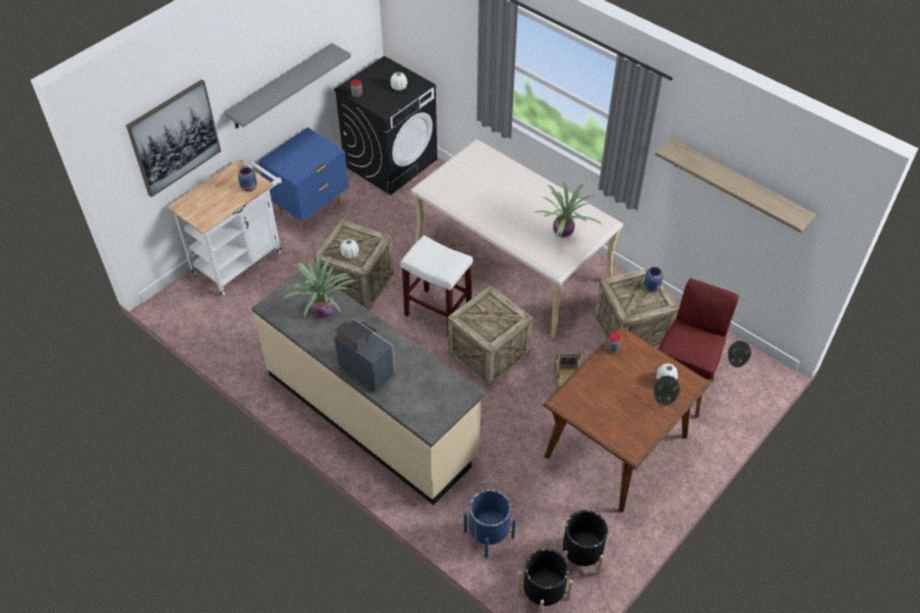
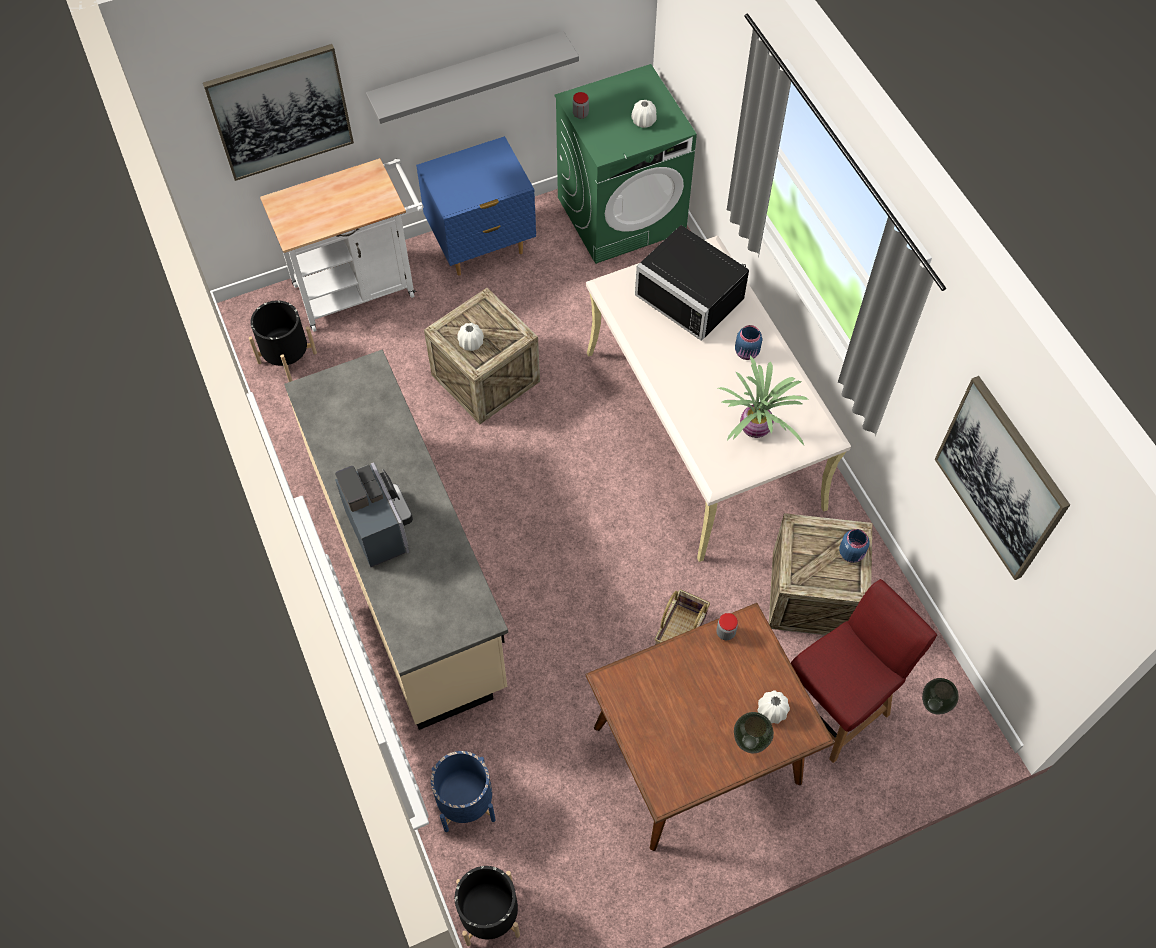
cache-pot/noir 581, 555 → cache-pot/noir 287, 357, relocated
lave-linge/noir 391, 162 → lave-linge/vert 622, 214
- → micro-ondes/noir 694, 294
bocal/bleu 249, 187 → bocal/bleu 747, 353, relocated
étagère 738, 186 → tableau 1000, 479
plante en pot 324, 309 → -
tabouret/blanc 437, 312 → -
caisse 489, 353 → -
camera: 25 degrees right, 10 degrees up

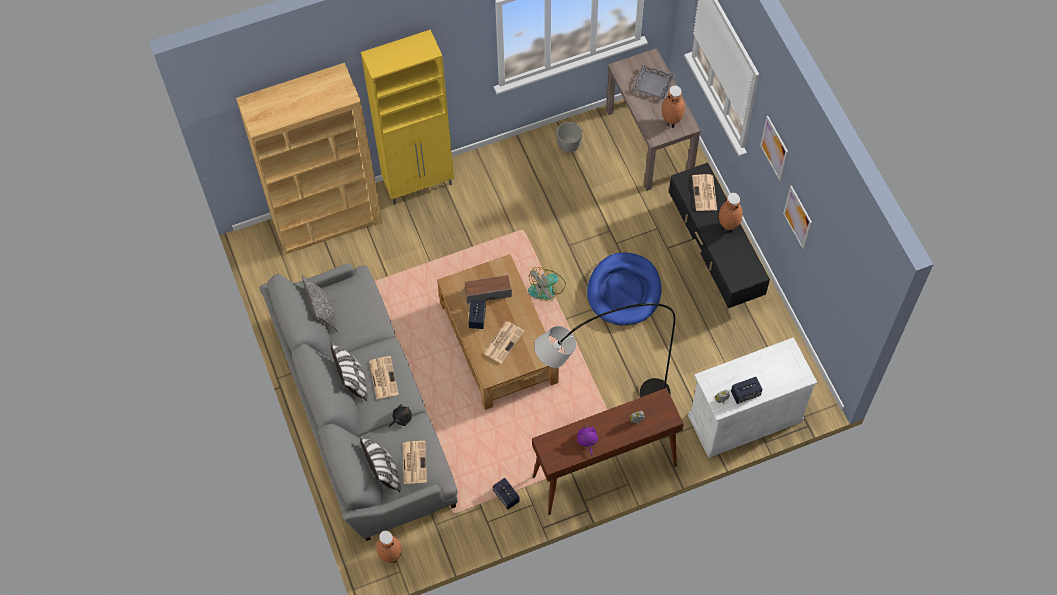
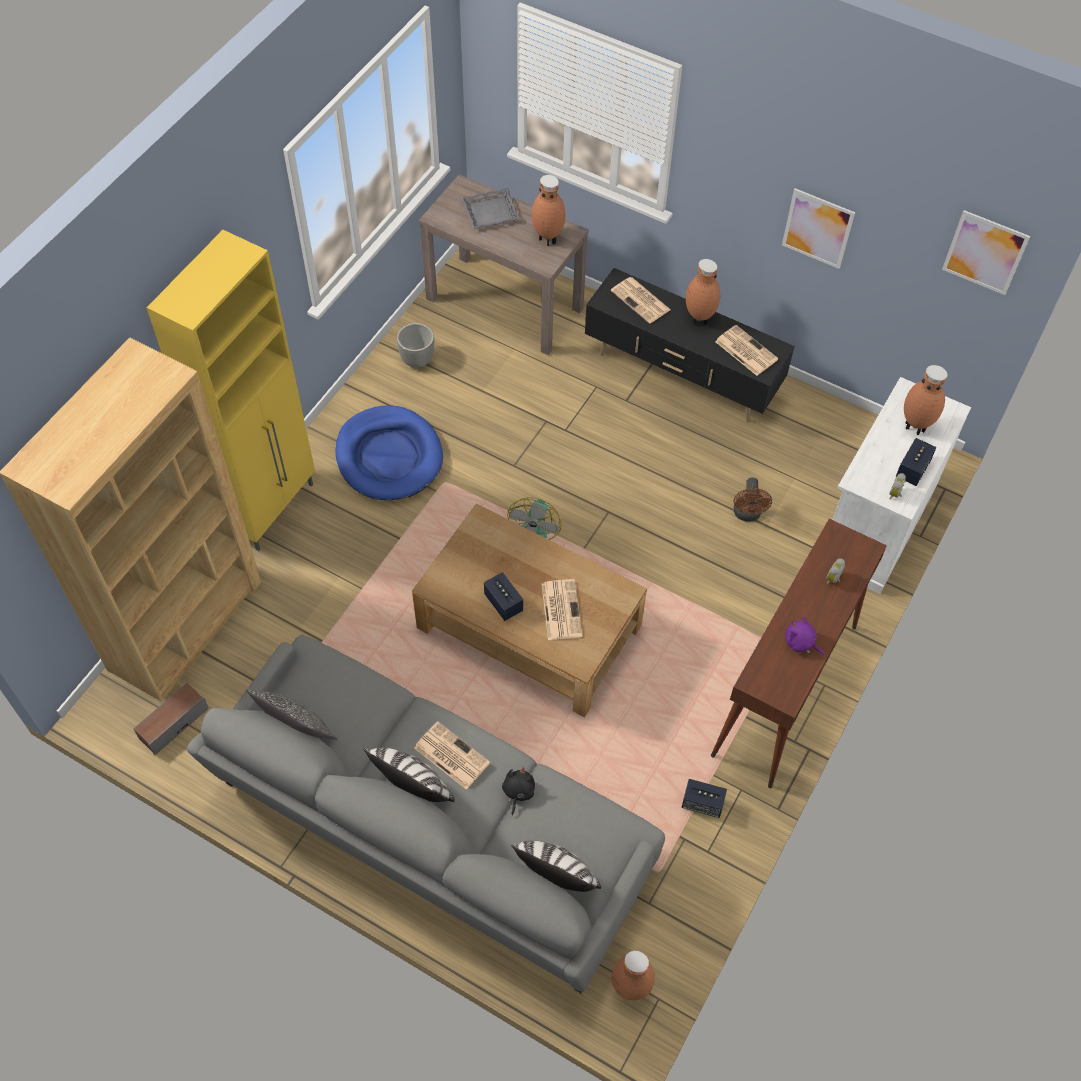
enceinte 488, 292 → enceinte 173, 723, relocated
panier pour chien/bleu 624, 291 → panier pour chien/bleu 389, 456, relocated
journal 414, 462 → journal 745, 350, relocated
- → ventilateur/marron 747, 514
- → vase/marron 915, 426
tableau 774, 148 → tableau 985, 252, relocated
lampadaire/gris 599, 408 → -
camera: 40 degrees left, 5 degrees down

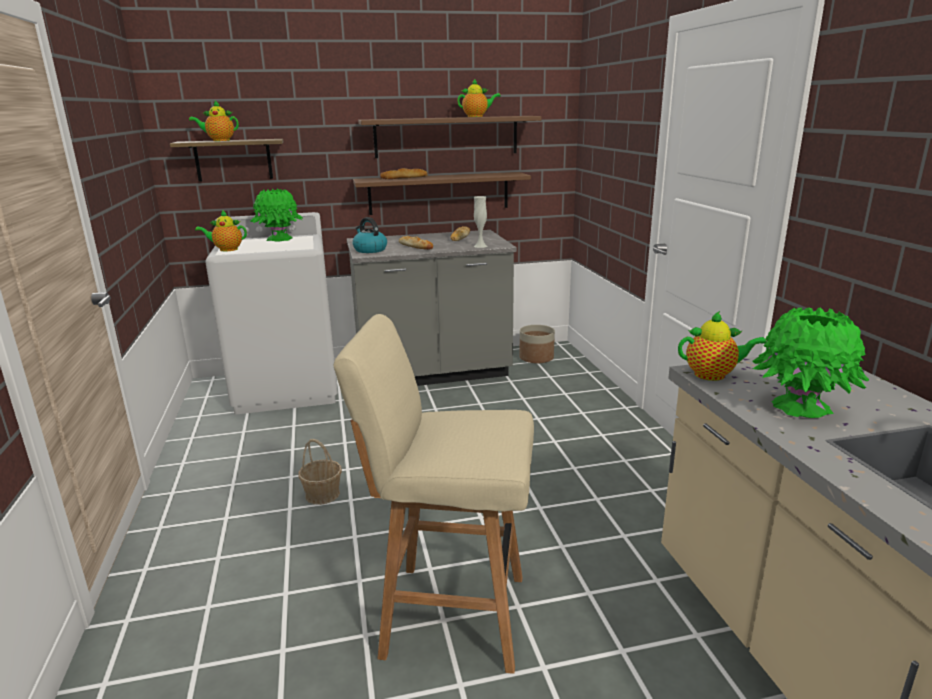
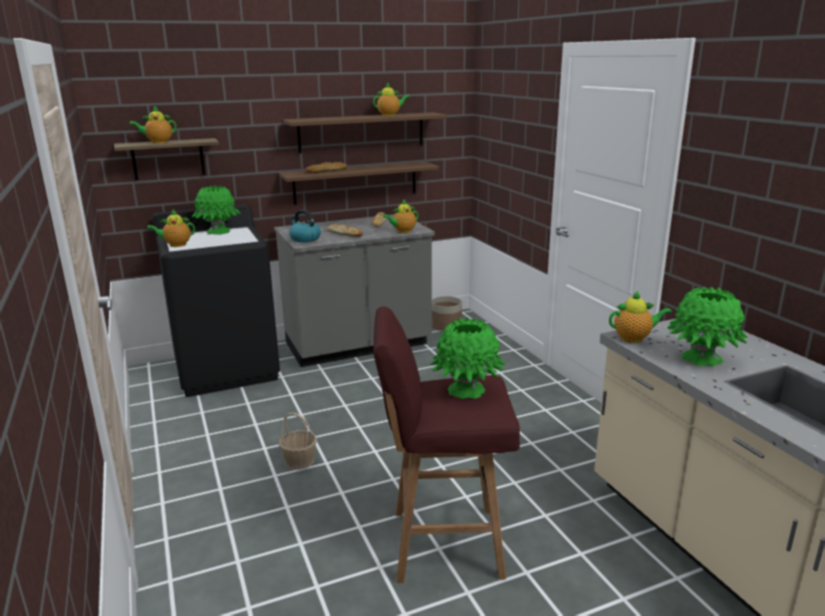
lave-linge/blanc 288, 388 → lave-linge/noir 227, 369
tabouret/beige 450, 614 → tabouret/rouge 443, 543
vase/blanc 480, 246 → théière 402, 231
- → vase/vert 467, 390
camera: 10 degrees left, 0 degrees up

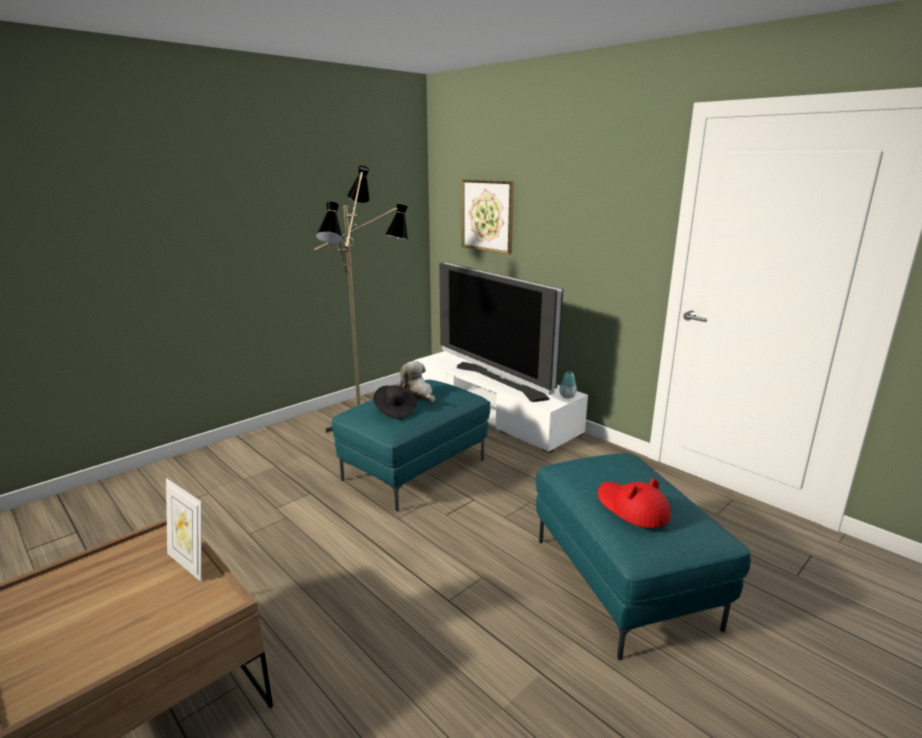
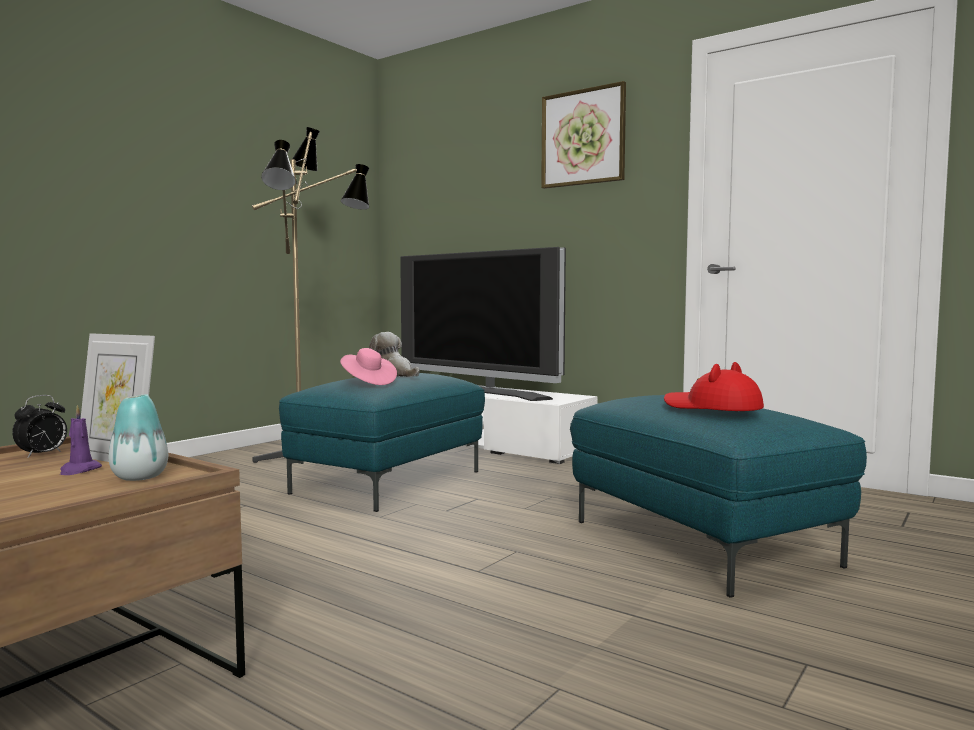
- → réveil 42, 455
- → bougie/violet 79, 470
vase 567, 396 → vase 139, 477, relocated
chapeau/noir 394, 411 → chapeau/rose 368, 382
tableau 487, 216 → tableau 583, 137, relocated
camera: 10 degrees left, 15 degrees down

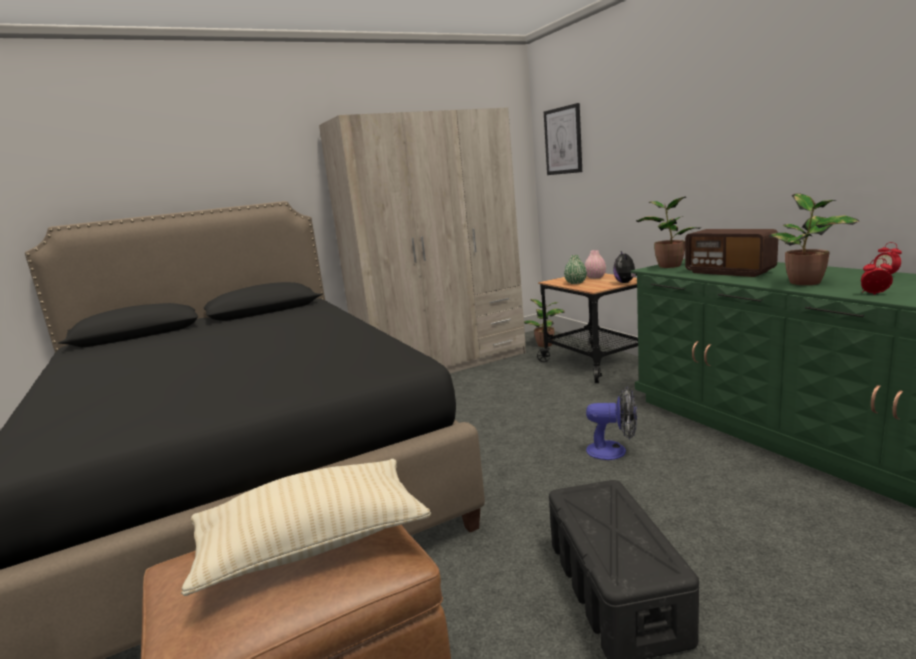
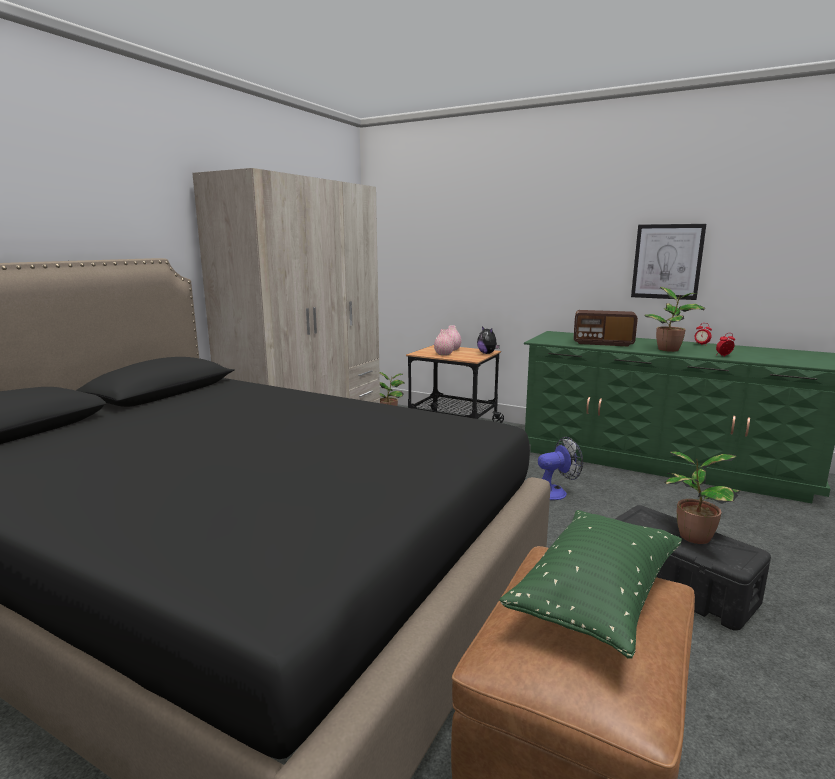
vase/vert 575, 283 → vase/rose 443, 354
coussin/beige 312, 544 → coussin/vert 596, 596
tableau 563, 140 → tableau 667, 261, relocated
plante en pot 668, 266 → plante en pot 692, 536, relocated
camera: 35 degrees left, 0 degrees up

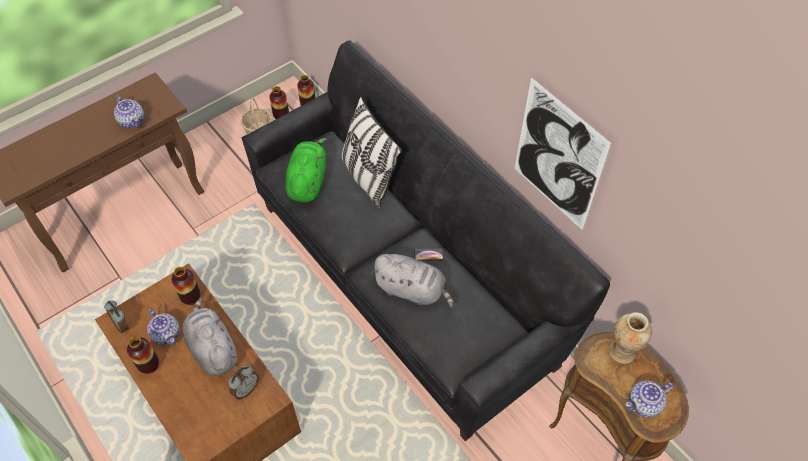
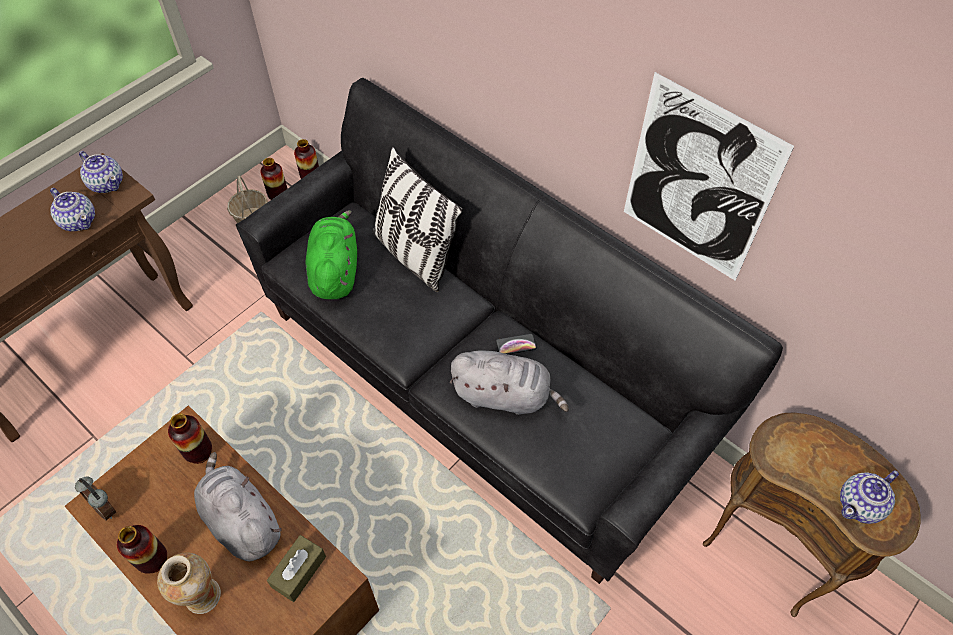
théière 166, 333 → théière 107, 183, relocated
vase 622, 352 → vase 202, 596, relocated
réveil 246, 389 → boîte à mouchoirs/marron 299, 571
camera: 10 degrees left, 0 degrees up

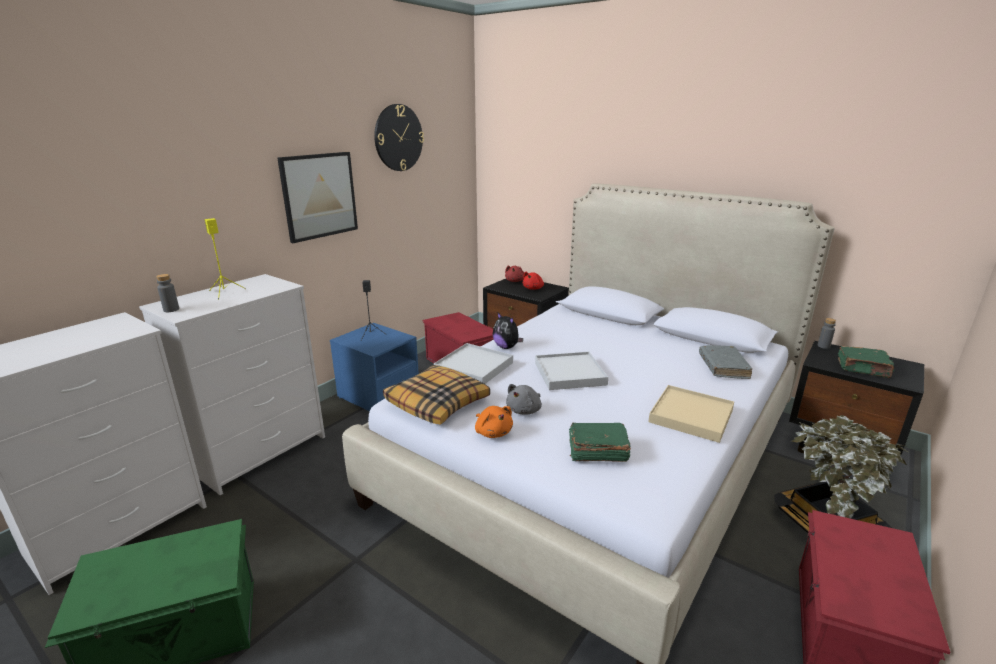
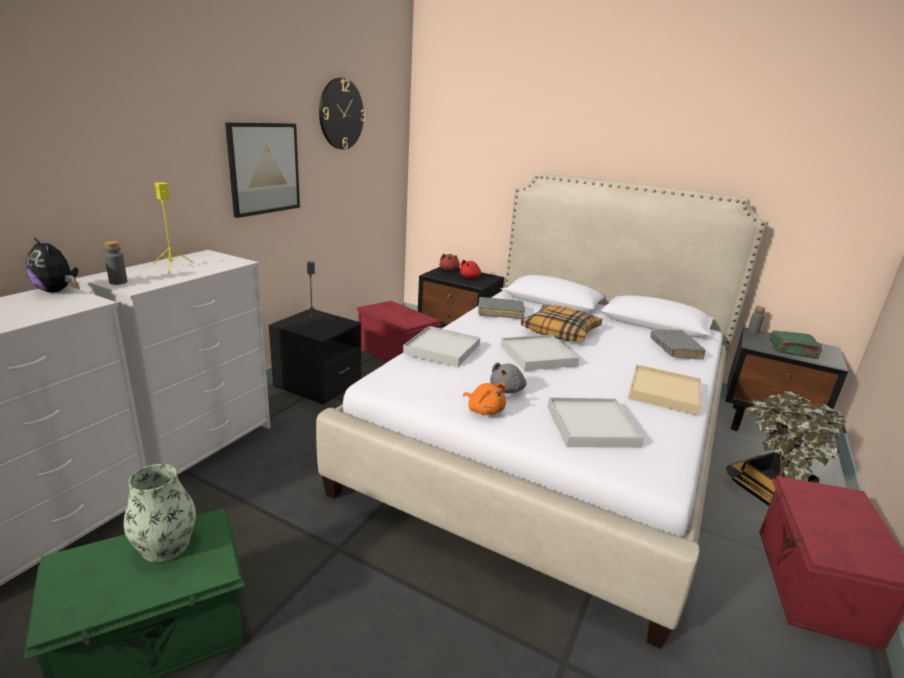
peluche 506, 347 → peluche 57, 291, relocated
- → vase 166, 546
table de chevet/bleu 378, 395 → table de chevet/noir 317, 384
- → livre/gris 500, 313
coussin 437, 403 → coussin 560, 331, relocated
livre/vert 596, 452 → plateau/blanc 591, 426
camera: 10 degrees left, 0 degrees up

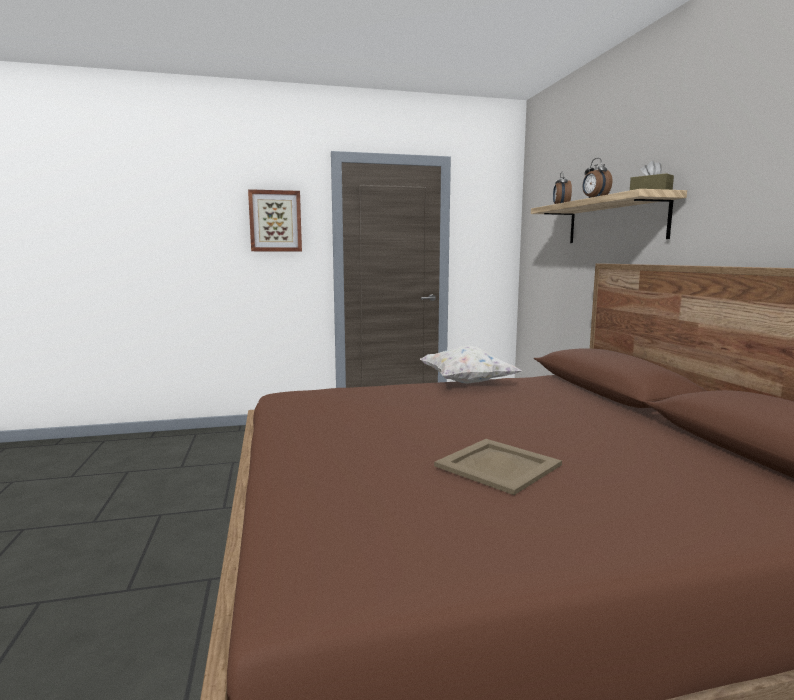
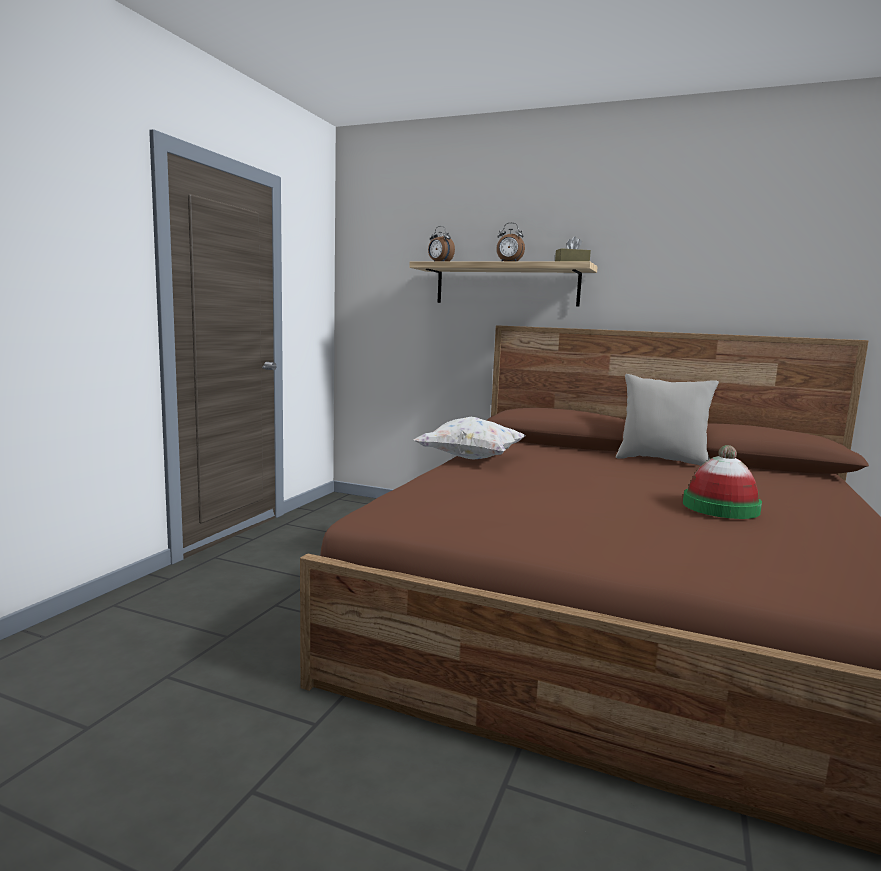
- → coussin/gris 662, 460
plateau/beige 498, 466 → chapeau 720, 507
tableau 275, 221 → -
camera: 55 degrees left, 0 degrees up

